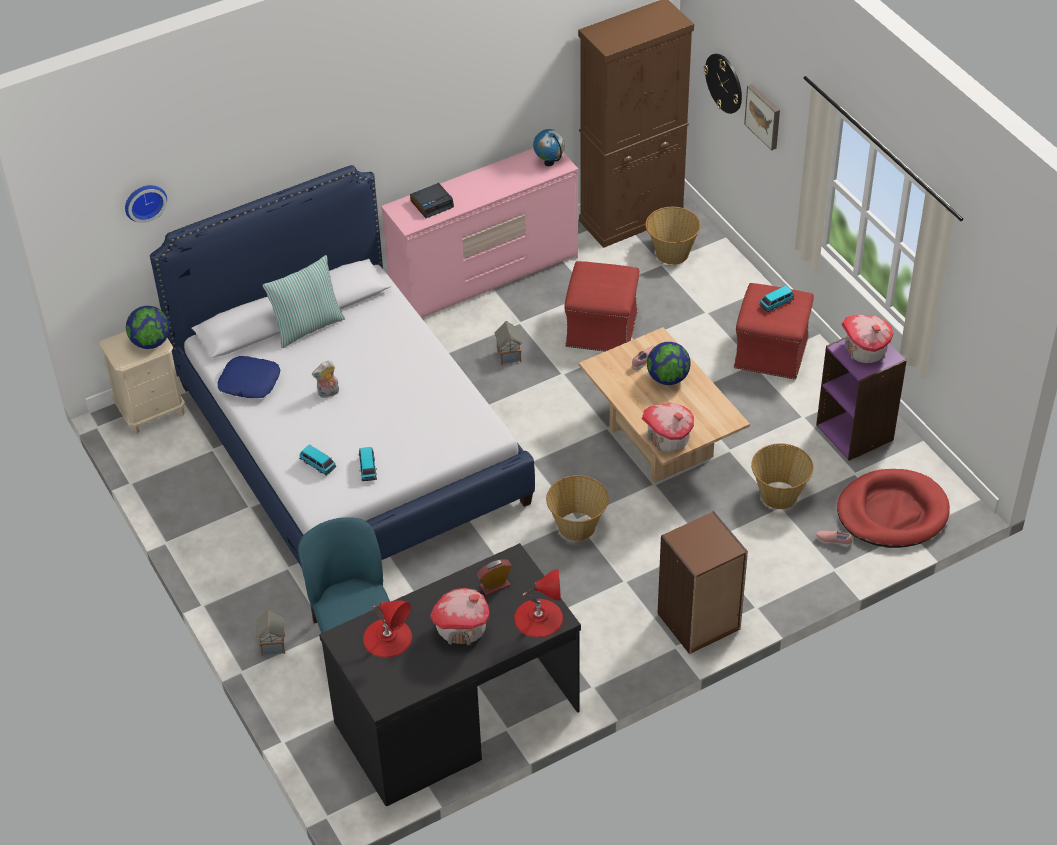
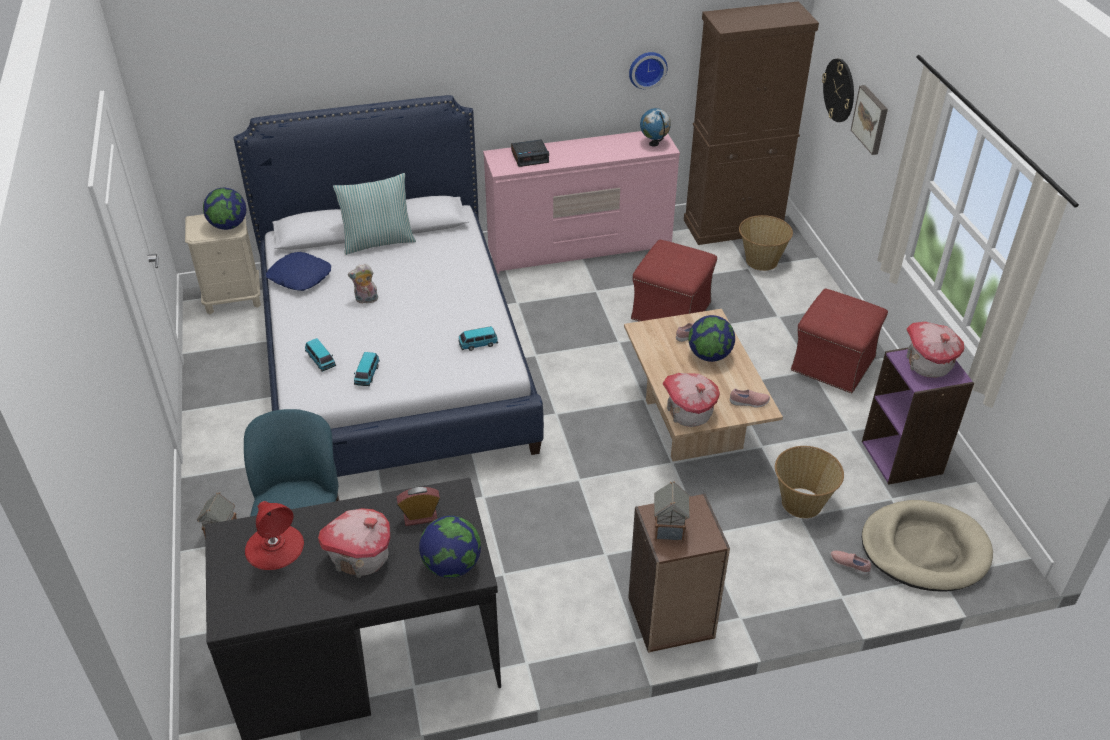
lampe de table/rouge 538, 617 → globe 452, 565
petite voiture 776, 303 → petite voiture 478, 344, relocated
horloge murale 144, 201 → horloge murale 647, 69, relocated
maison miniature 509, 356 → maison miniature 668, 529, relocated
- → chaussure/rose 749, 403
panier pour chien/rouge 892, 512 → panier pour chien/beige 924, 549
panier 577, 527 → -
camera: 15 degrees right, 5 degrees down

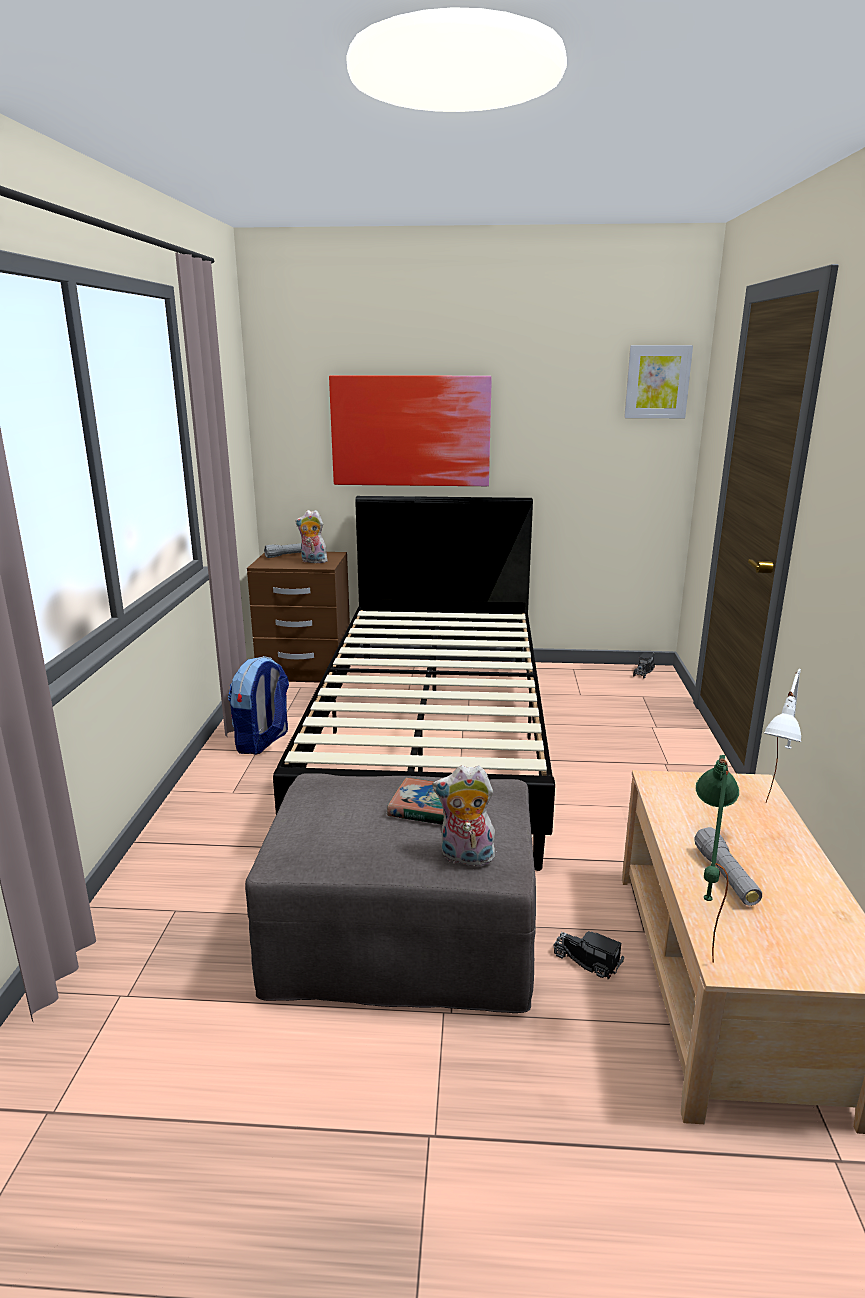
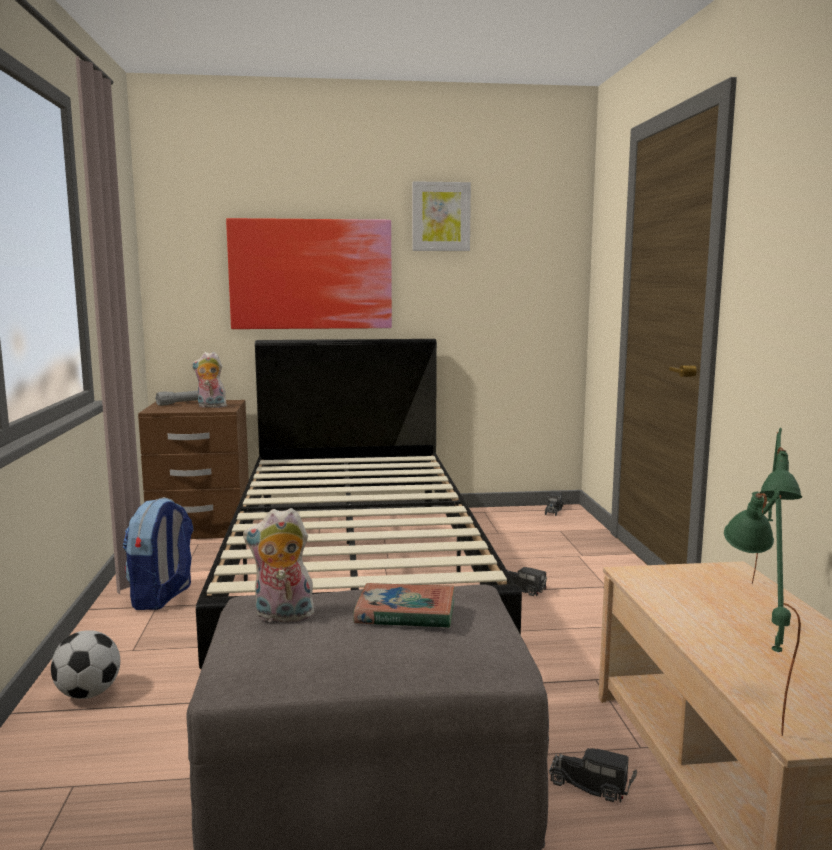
- → ballon de foot 89, 694
peluche 465, 858 → peluche 282, 617, relocated
tableau 657, 382 → tableau 441, 217, relocated
- → camion jouet 524, 589
lampe de table/blanc 772, 822 → lampe de table/vert 767, 600
lampe de poche/gris 726, 876 → -
camera: 10 degrees left, 10 degrees down

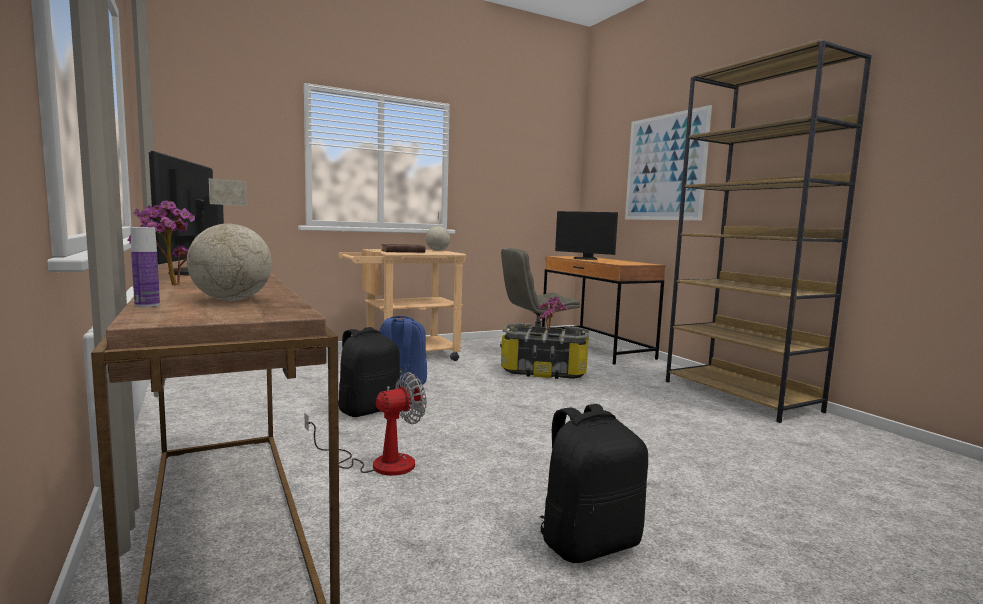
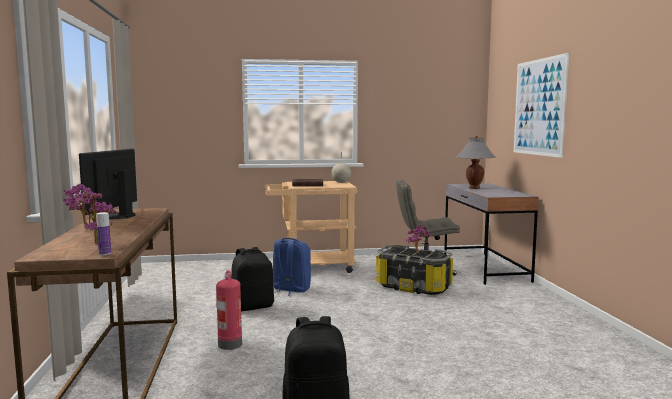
globe 233, 300 → plante en pot 94, 243
bouteille 147, 305 → bouteille 105, 254, relocated
ventilateur 379, 463 → extincteur 229, 344
bureau/marron 595, 348 → bureau/gris 484, 268
écran d'ordinateur 584, 259 → lampe de table/gris 474, 188
bibliothèque/marron 741, 396 → -
camera: 20 degrees right, 0 degrees up

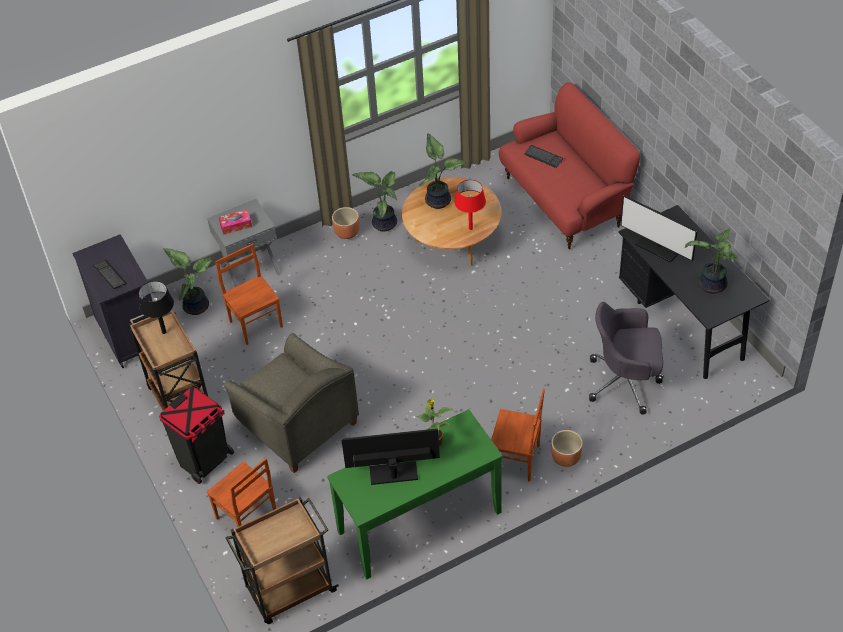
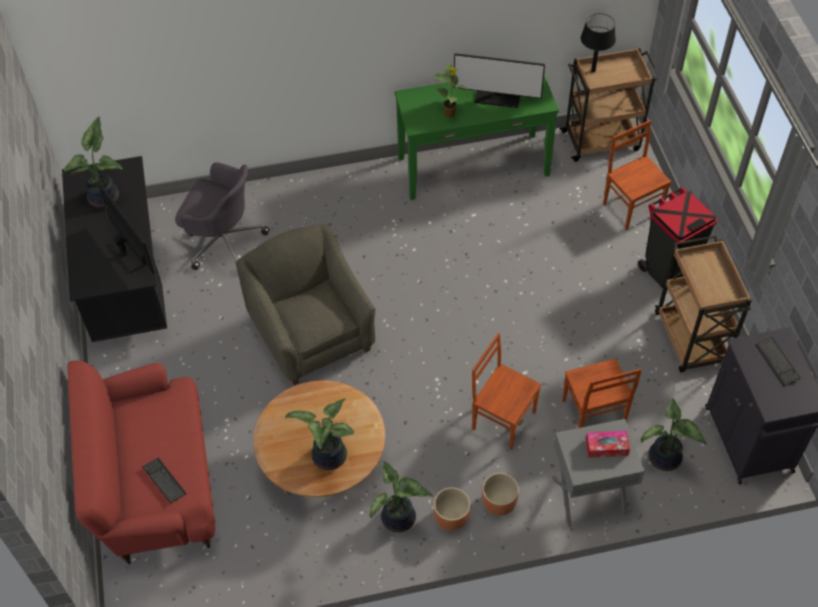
fauteuil/gris 296, 424 → fauteuil/gris 312, 334, relocated
chaise/marron 516, 460 → chaise/marron 503, 419, relocated
cache-pot/marron 565, 458 → cache-pot/marron 499, 503, relocated
lampe de table/noir 164, 332 → lampe de table/noir 593, 70, relocated
lampe de table/rouge 470, 228 → -
camera: 165 degrees left, 5 degrees up

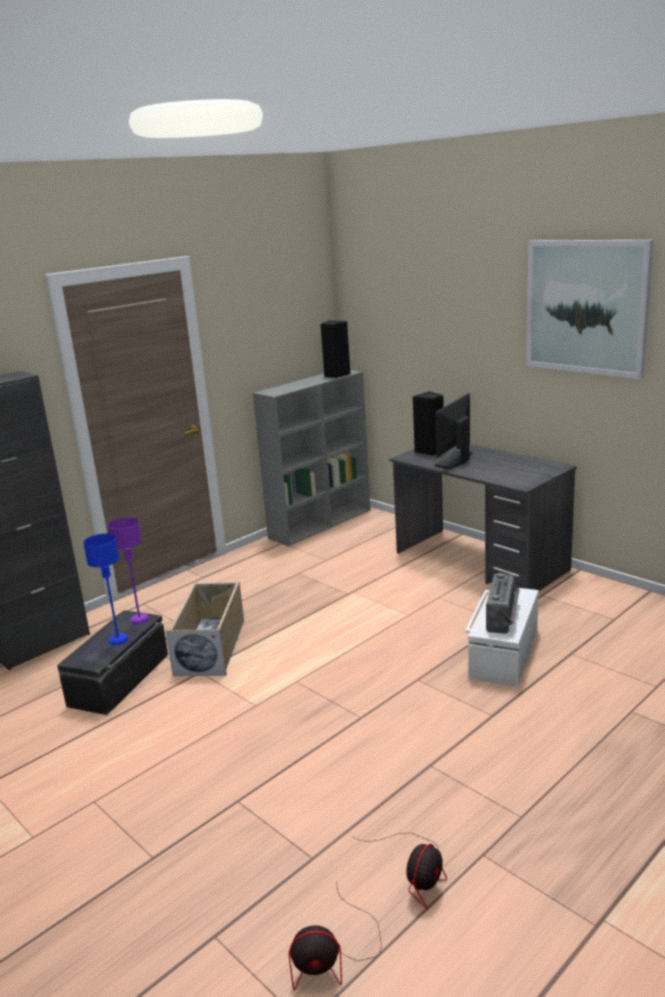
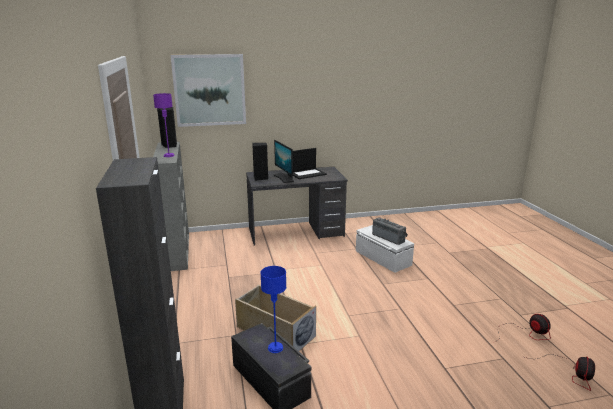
lampe de table/violet 139, 620 → lampe de table/violet 169, 155, relocated
tableau 586, 307 → tableau 209, 90, relocated
- → ordinateur portable 307, 173
camera: 60 degrees left, 0 degrees up

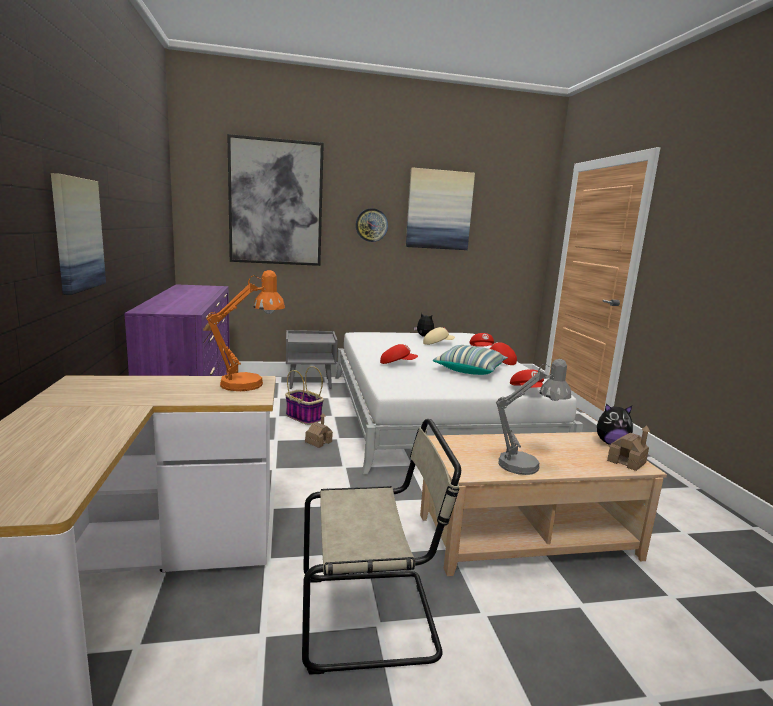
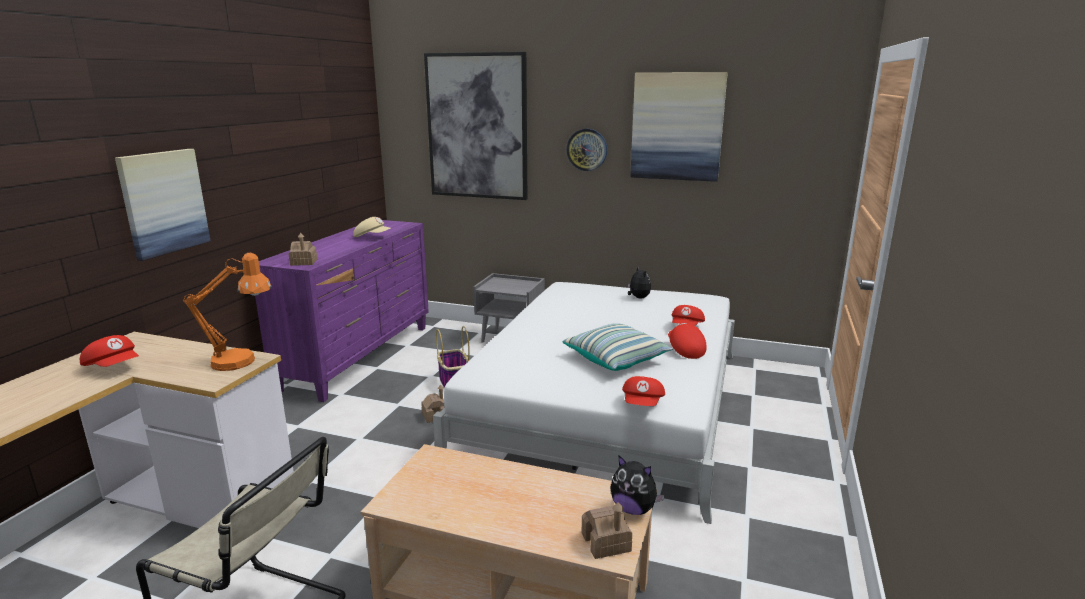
casquette/rouge 397, 363 → casquette/rouge 114, 367, relocated
- → maison miniature 304, 262
casquette/beige 437, 344 → casquette/beige 372, 237, relocated
lampe de table/gris 526, 464 → -
camera: 30 degrees right, 5 degrees up

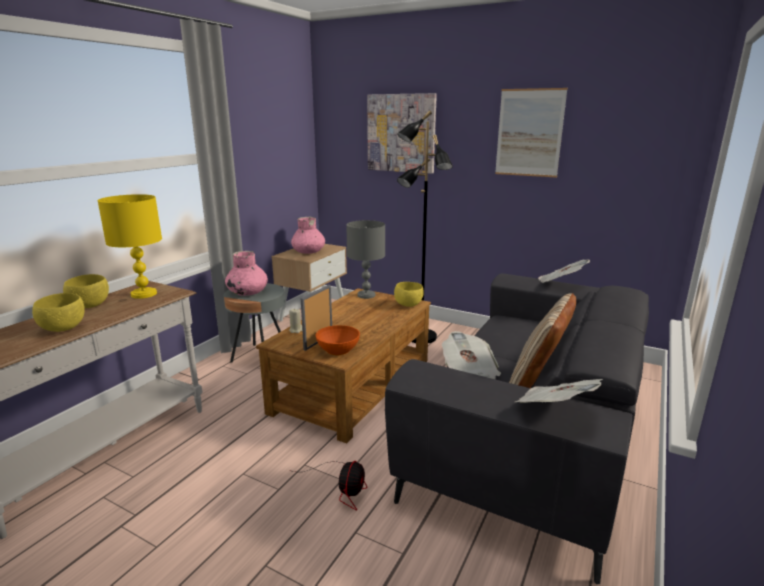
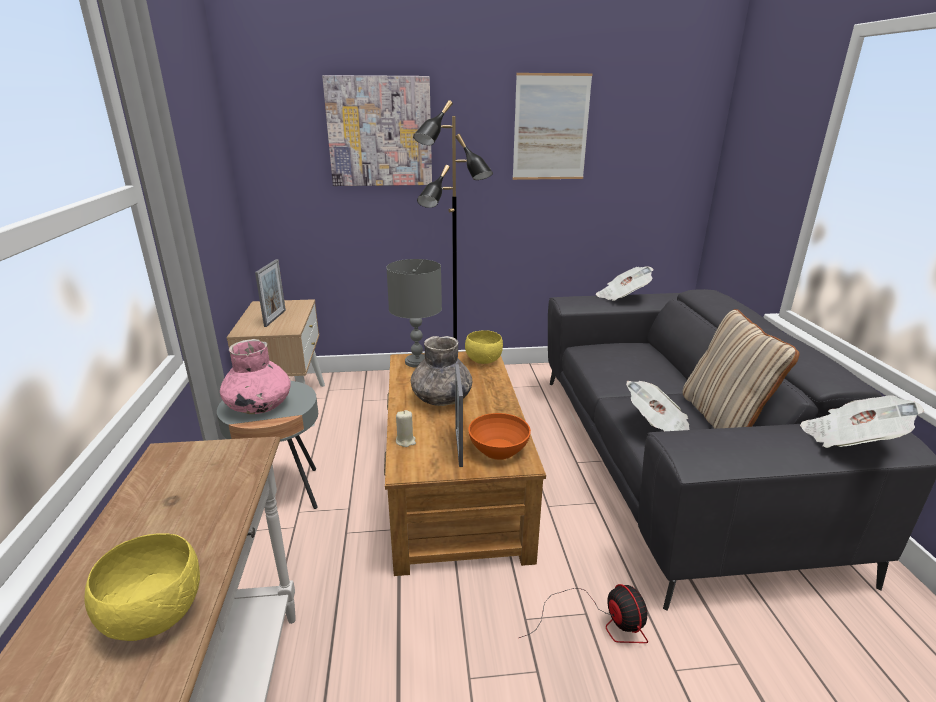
vase/rose 308, 252 → cadre photo 275, 318
- → vase/gris 441, 398
bol/jaune 91, 306 → -
lampe de table/jaune 143, 294 → -
camera: 35 degrees left, 5 degrees up

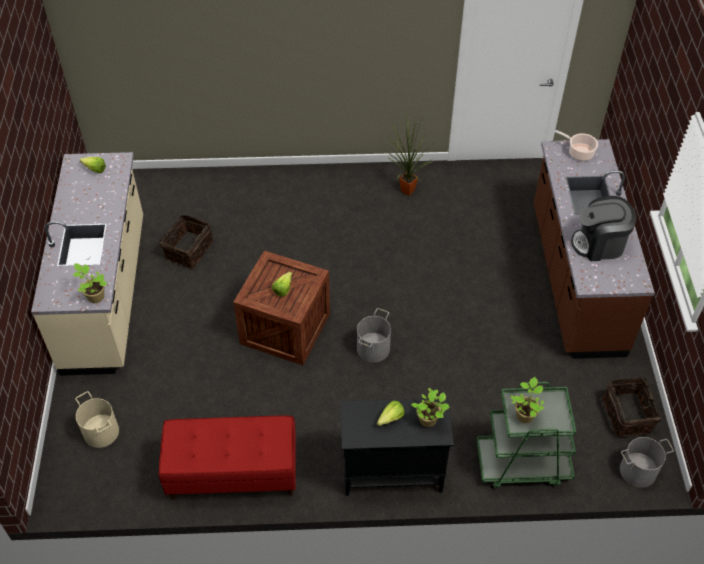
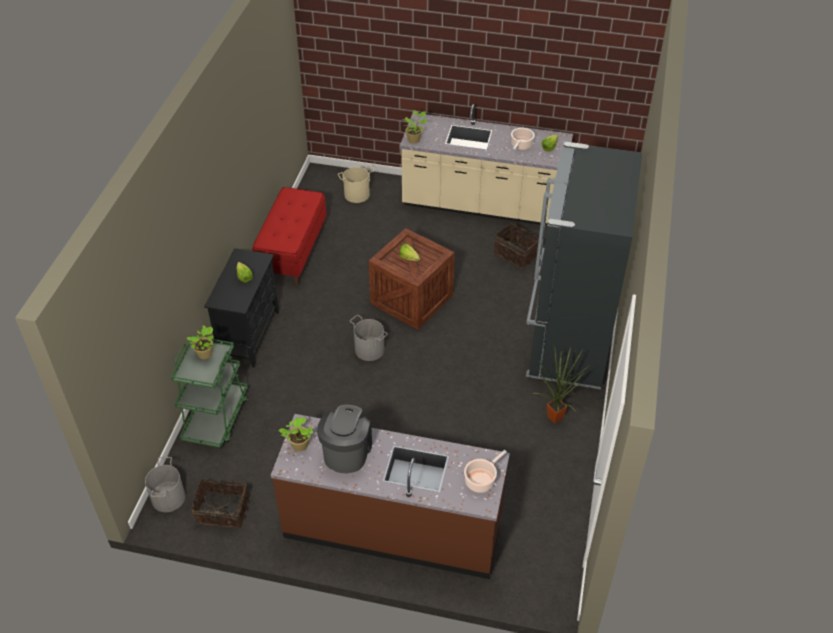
plante en pot 429, 420 → plante en pot 299, 446, relocated
- → marmite 521, 146
- → réfrigérateur/noir 567, 342
camera: 105 degrees right, 5 degrees down

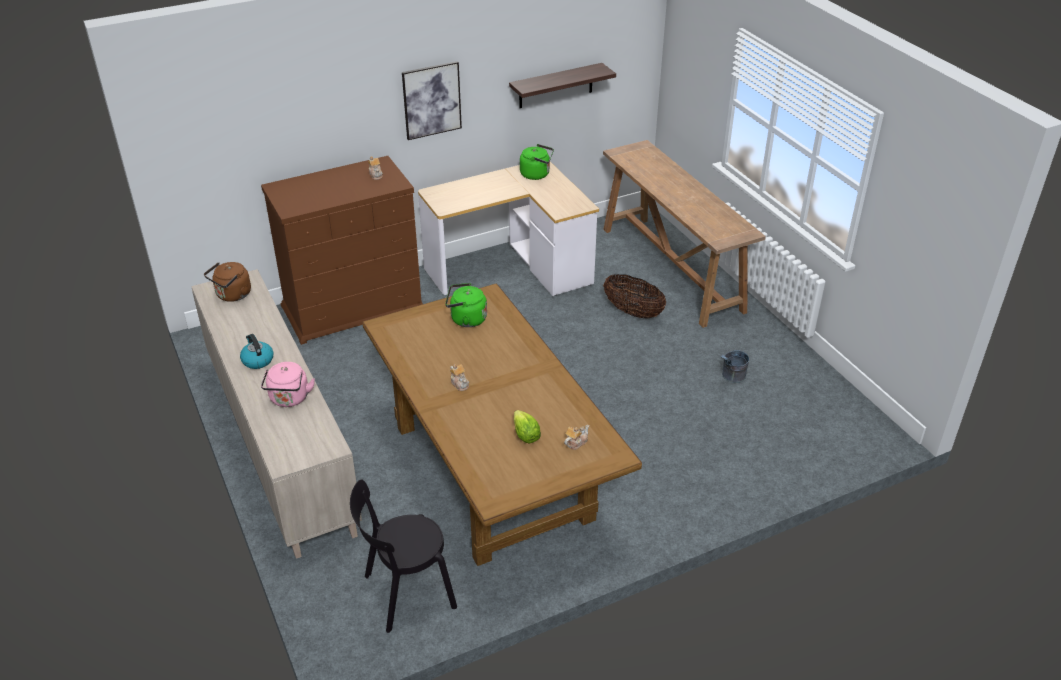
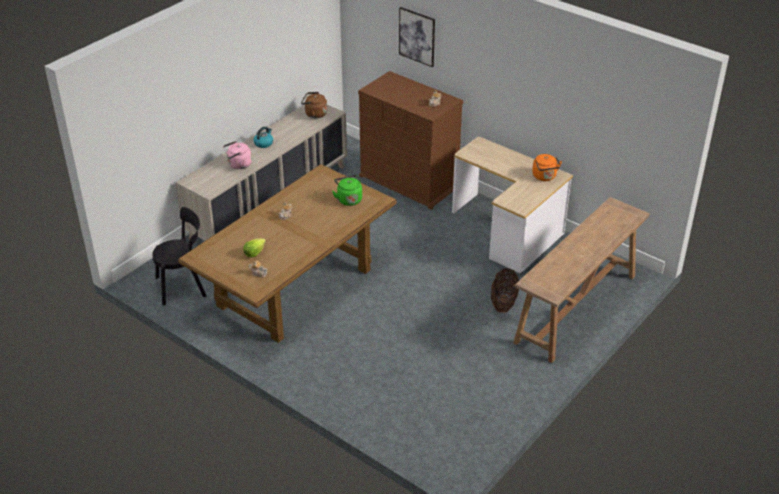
chaise/noir 405, 593 → chaise/noir 184, 286, 120 degrees clockwise
tableau 431, 100 → tableau 417, 36, relocated
bouilloire/vert 537, 174 → bouilloire/orange 545, 177
étagère 556, 86 → -
seau/gris 731, 378 → -
camera: 65 degrees right, 0 degrees up

